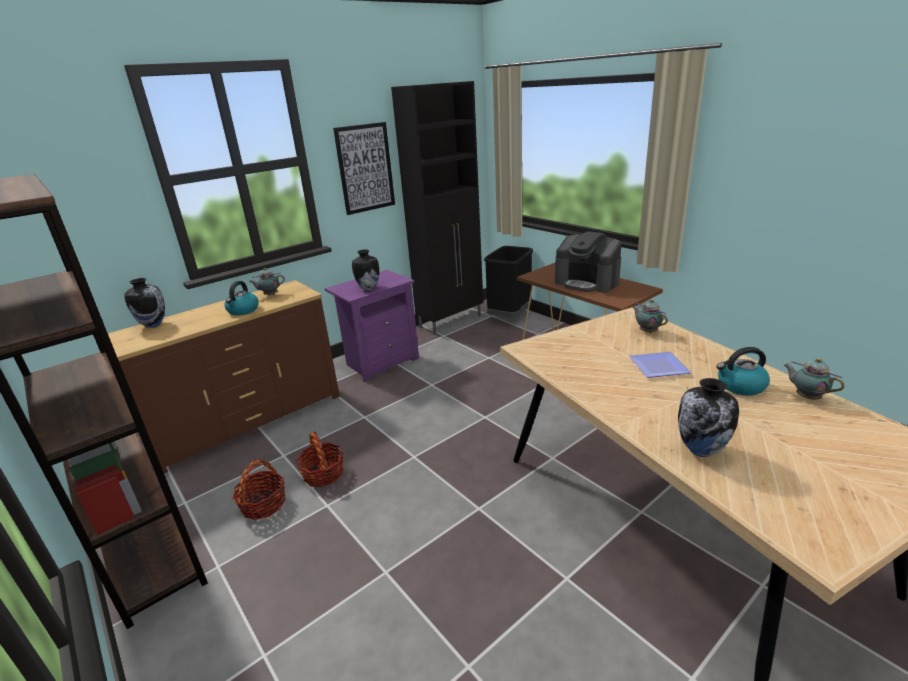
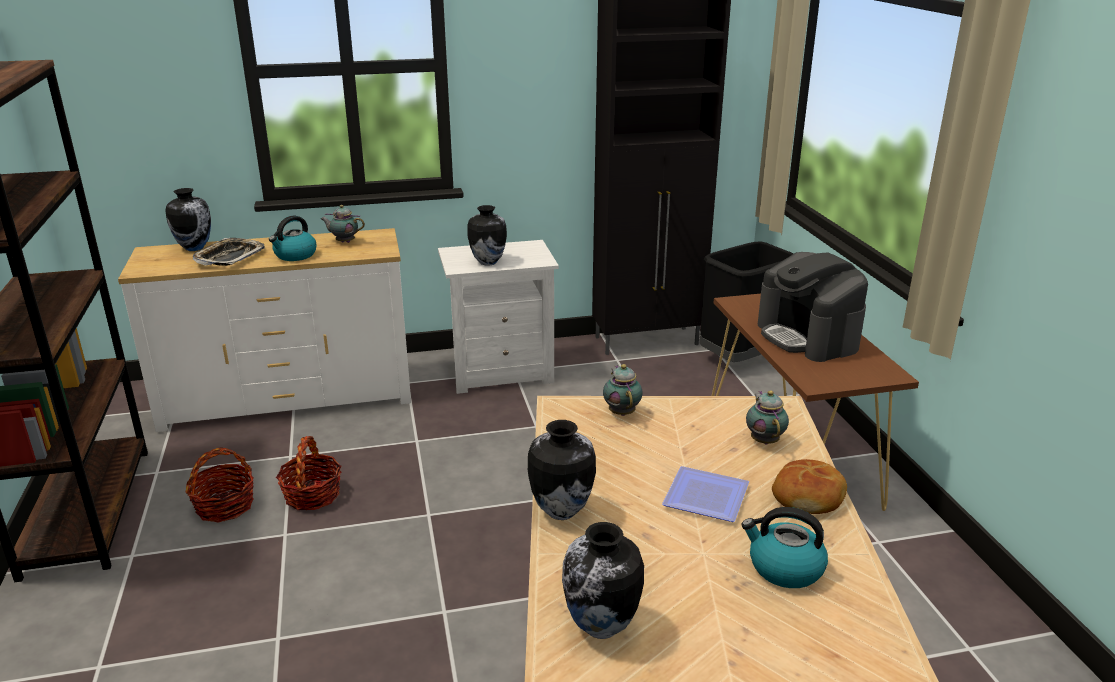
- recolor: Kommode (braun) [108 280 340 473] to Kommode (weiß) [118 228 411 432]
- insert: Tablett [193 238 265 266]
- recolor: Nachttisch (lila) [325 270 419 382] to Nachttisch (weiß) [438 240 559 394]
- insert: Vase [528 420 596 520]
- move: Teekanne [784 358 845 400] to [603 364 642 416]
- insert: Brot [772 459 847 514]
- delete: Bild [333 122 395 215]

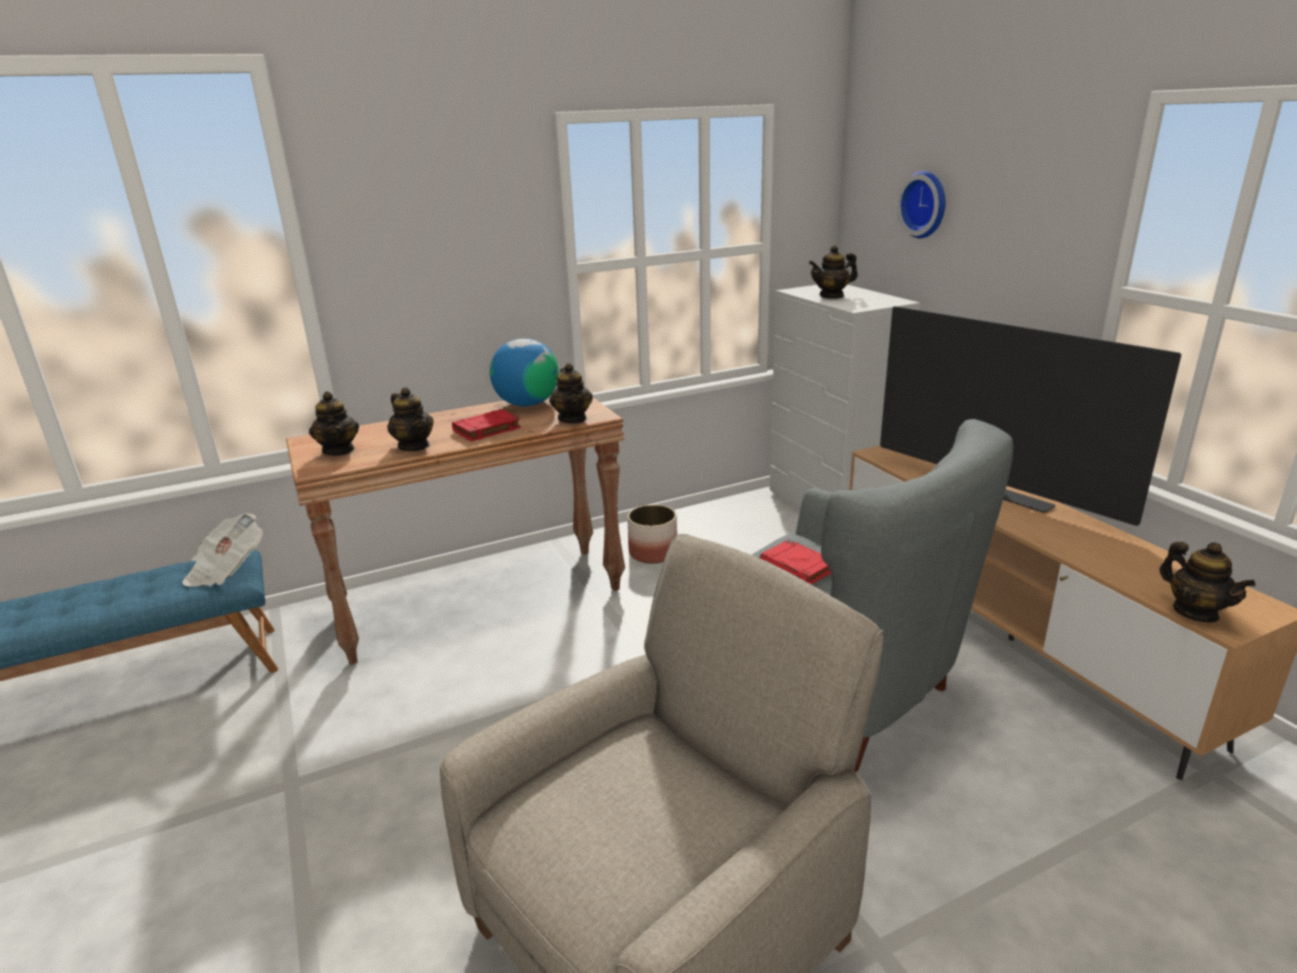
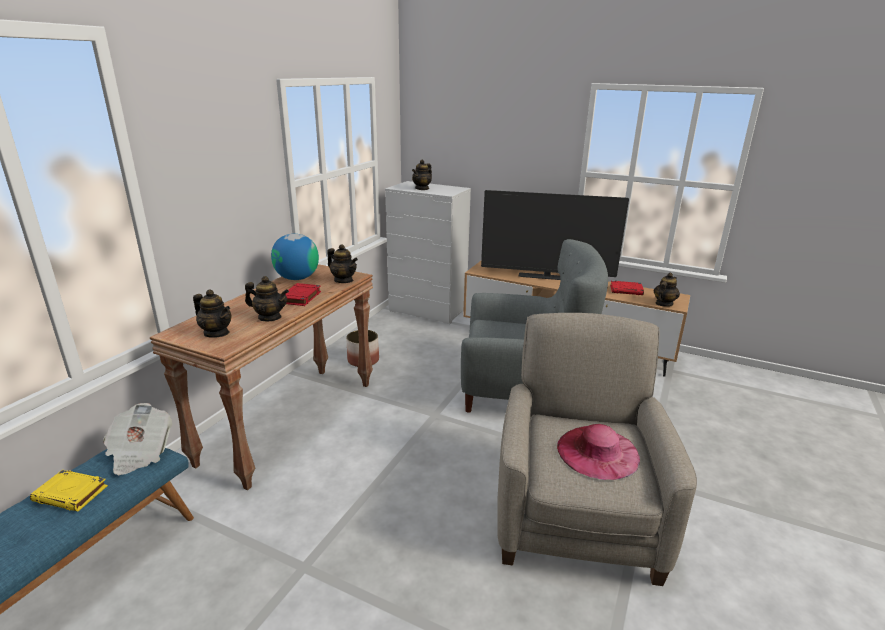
- insert: Buch (gelb) [30 470 108 511]
- insert: Hut (rosa) [557 424 640 480]
- move: Buch (rot) [760 539 831 584] to [610 281 644 295]
- rotate: Teekanne [1160 542 1256 623] = [654 273 680 307] 75 degrees counterclockwise
- delete: Wanduhr [897 171 945 238]

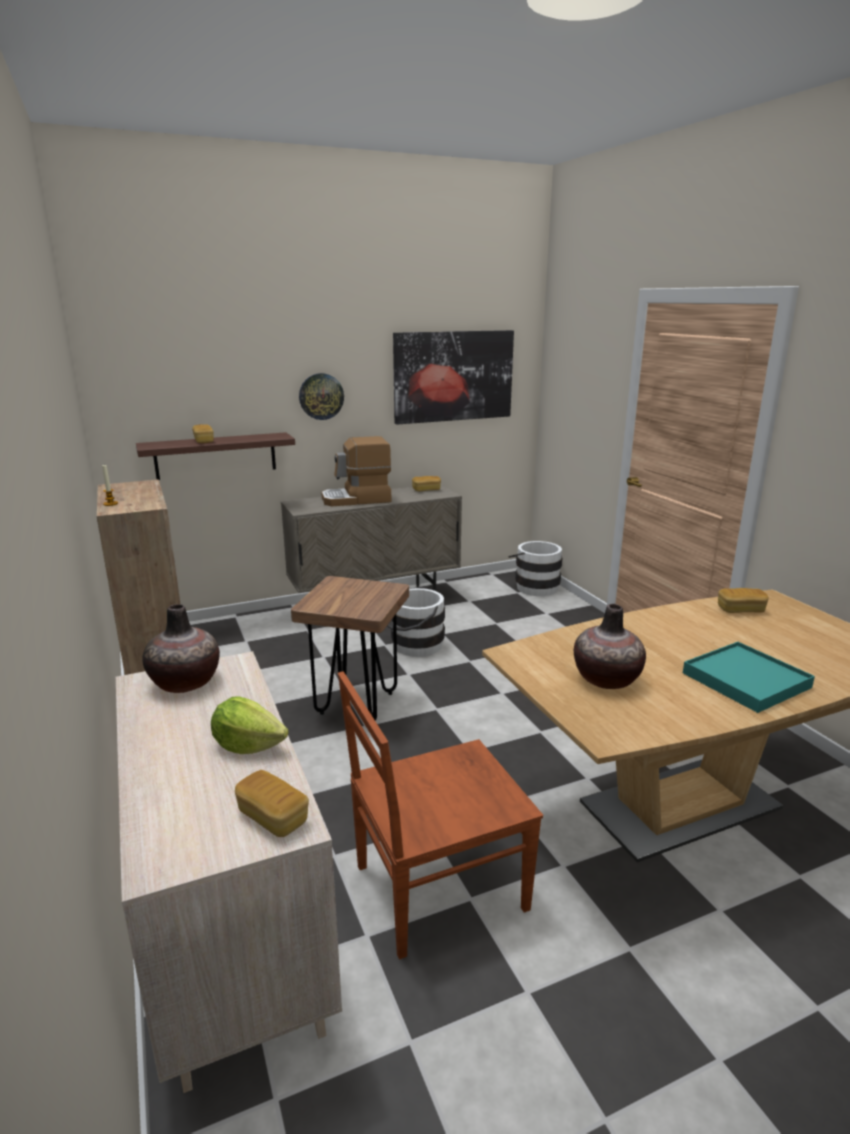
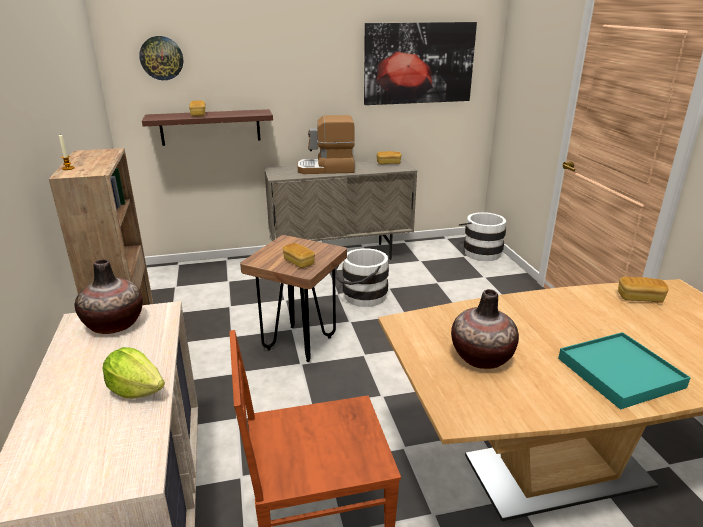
- move: Wanduhr [299 373 344 420] to [139 36 183 80]
- move: Brot [235 770 309 837] to [283 243 315 268]

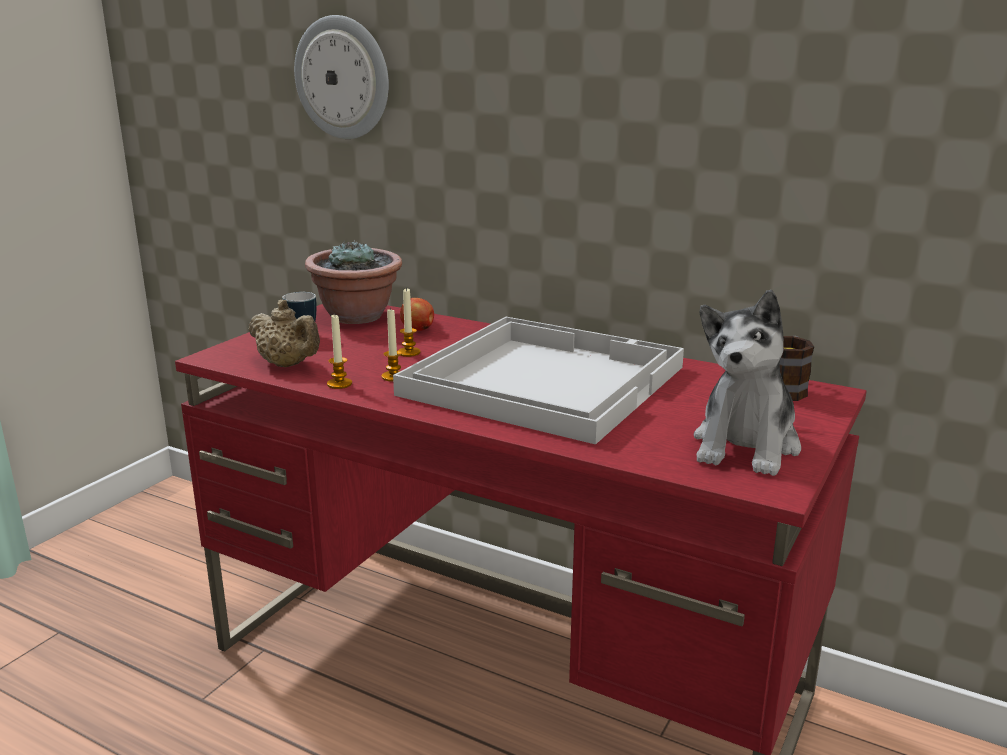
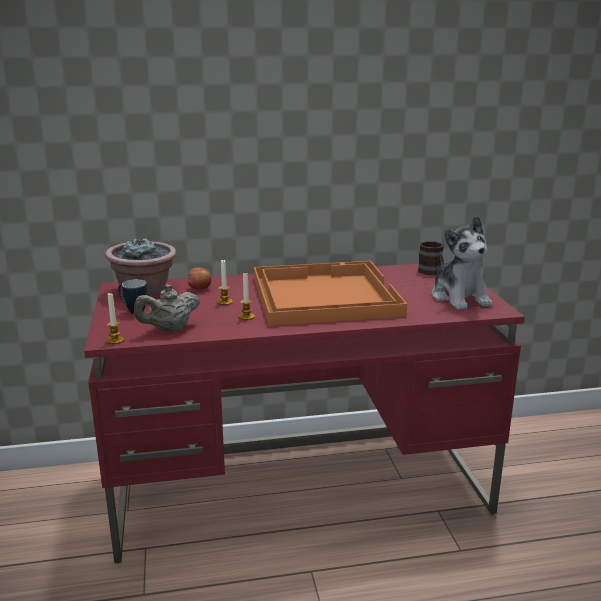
- move: Kerze [327 315 352 389] to [106 293 124 344]
- rotate: Teekanne (beige) [248 300 320 367] = [134 284 200 332] 150 degrees clockwise
- recolor: Tablett (weiß) [393 317 684 445] to Tablett (orange) [254 261 407 326]
- delete: Wanduhr [294 15 389 139]

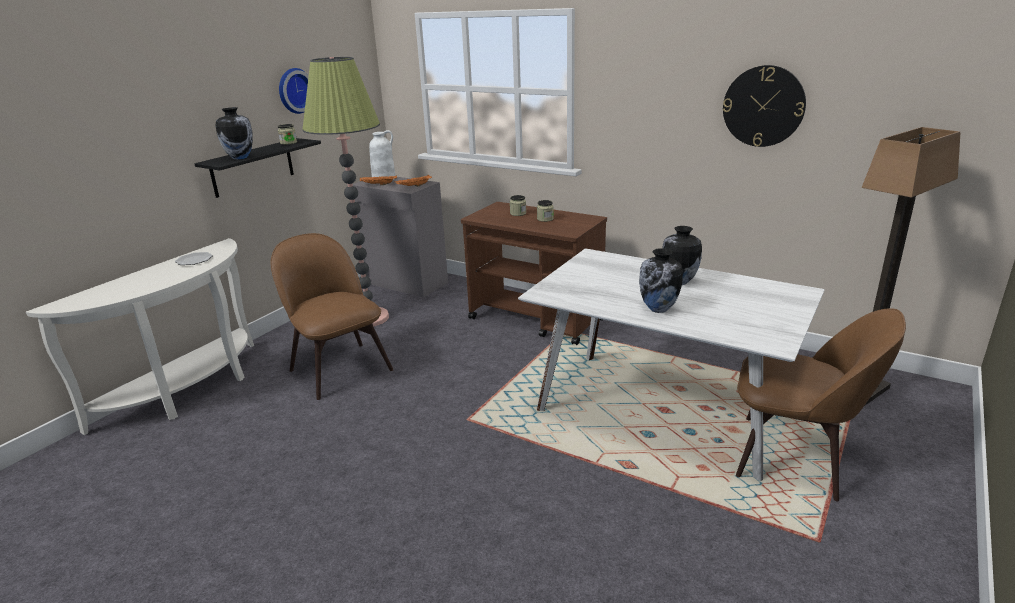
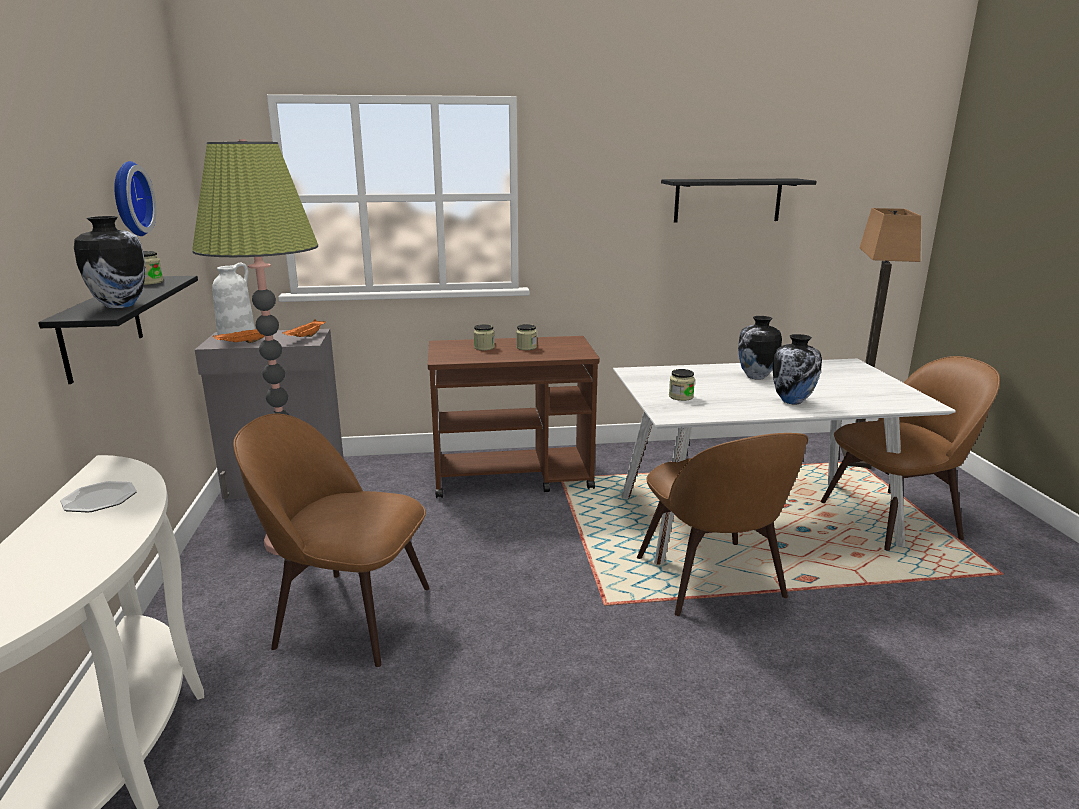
- insert: Stuhl (braun) [637 433 808 616]
- replace: Wanduhr [723 65 806 147] to Wandregal (schwarz) [661 178 816 223]
- insert: Vorratsglas [669 369 695 401]

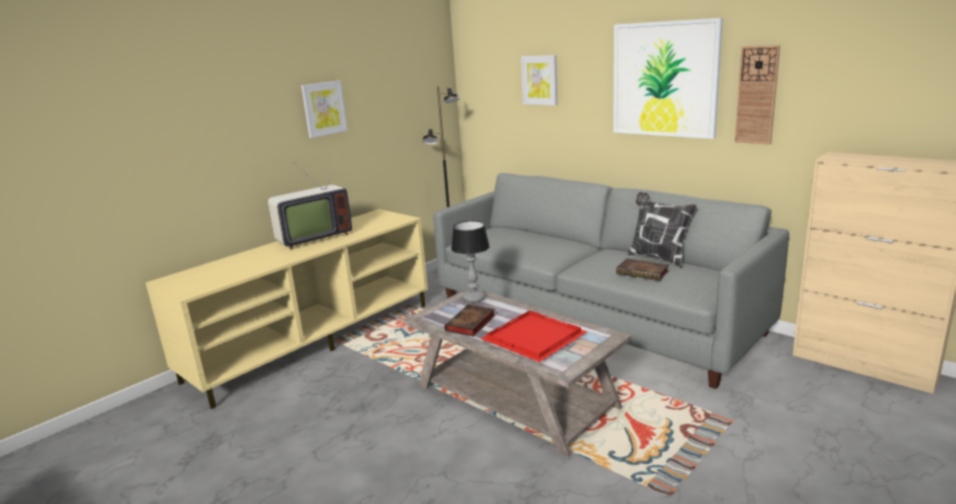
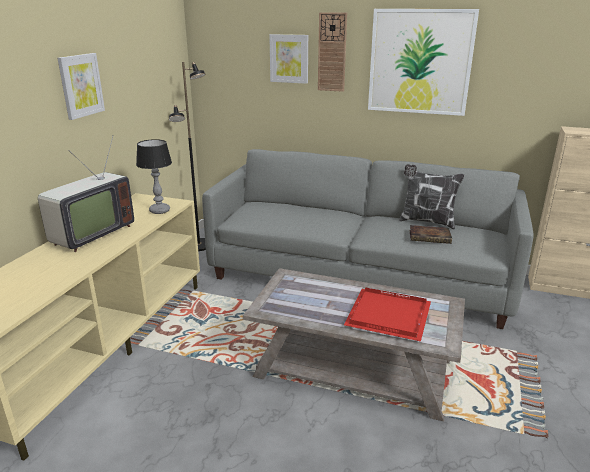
- move: Tischlampe [451 221 490 303] to [136 139 172 214]
- move: Wanduhr [735 45 780 145] to [318 12 347 92]
- delete: Buch [444 304 495 337]

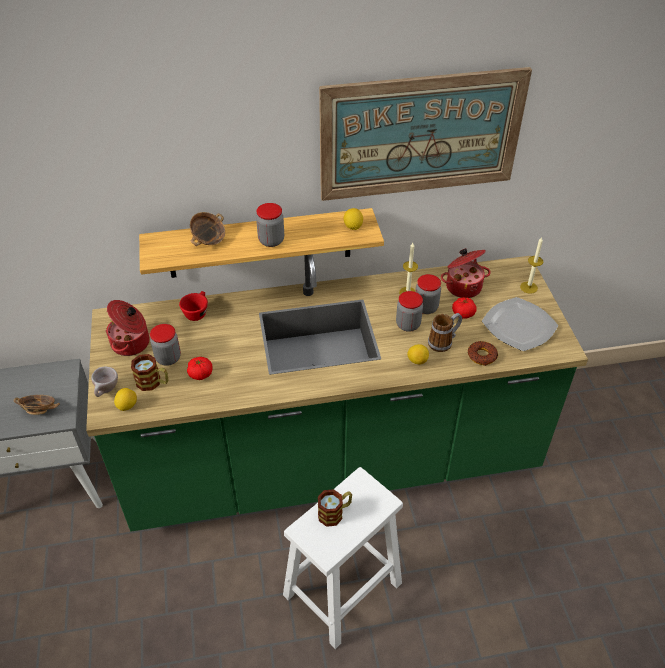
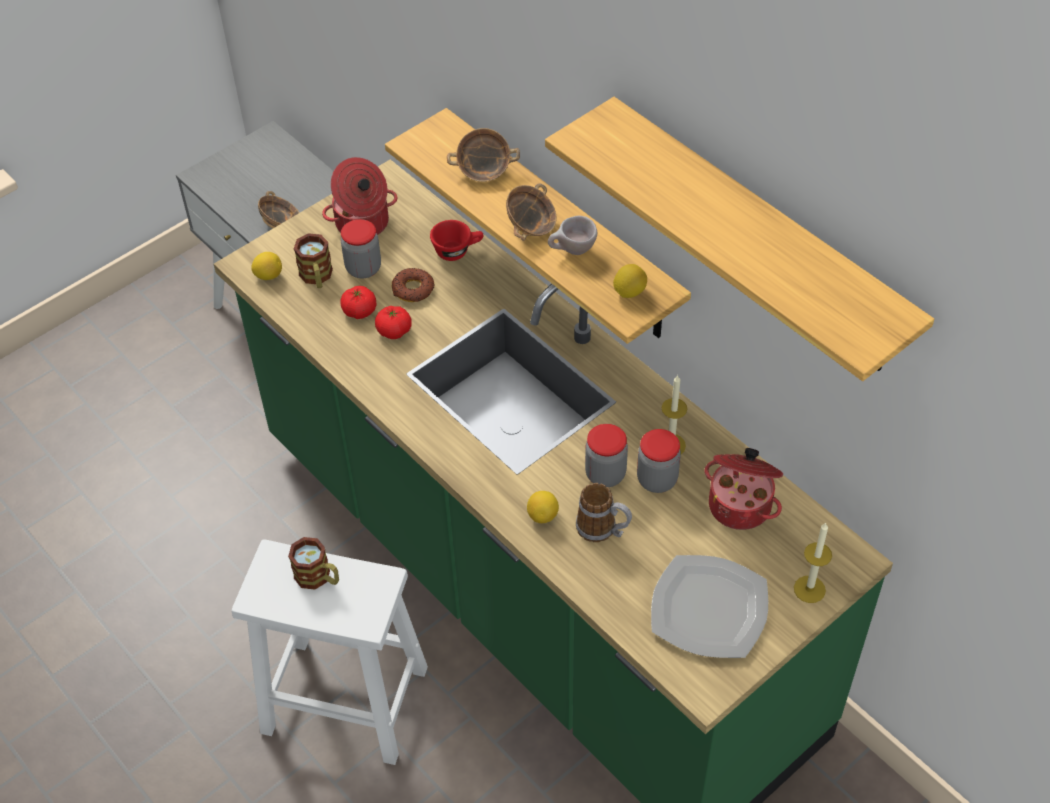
- move: Tomate [452 297 476 319] to [375 306 412 339]
- move: Donut [468 341 498 366] to [392 268 435 302]
- replace: Vorratsglas [256 203 284 247] to Schüssel [506 183 557 241]
- replace: Bild [319 67 532 201] to Wandregal [545 97 934 381]
- move: Tasse (beige) [91 366 118 397] to [548 216 597 255]

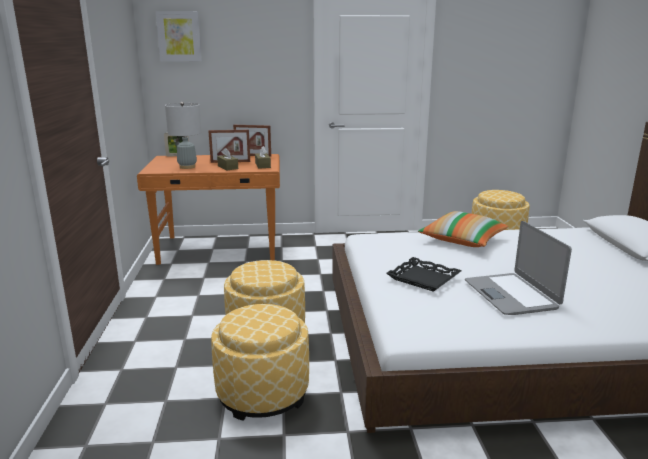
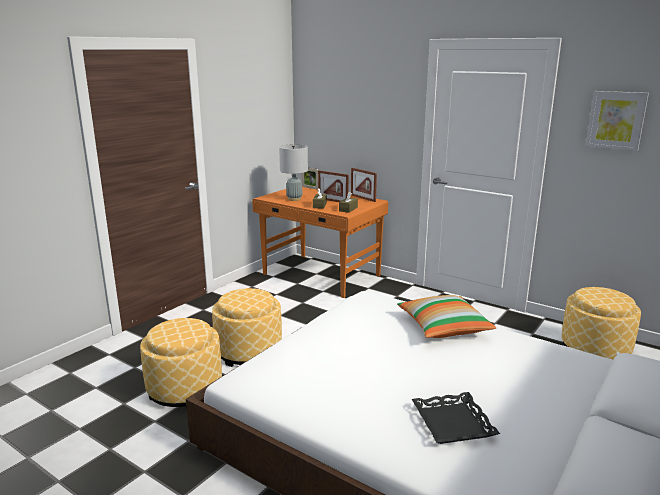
- move: Tablett (schwarz) [386 257 461 292] to [412 392 500 444]
- move: Bild [156 11 202 62] to [586 91 649 151]
- delete: Laptop [465 221 572 315]

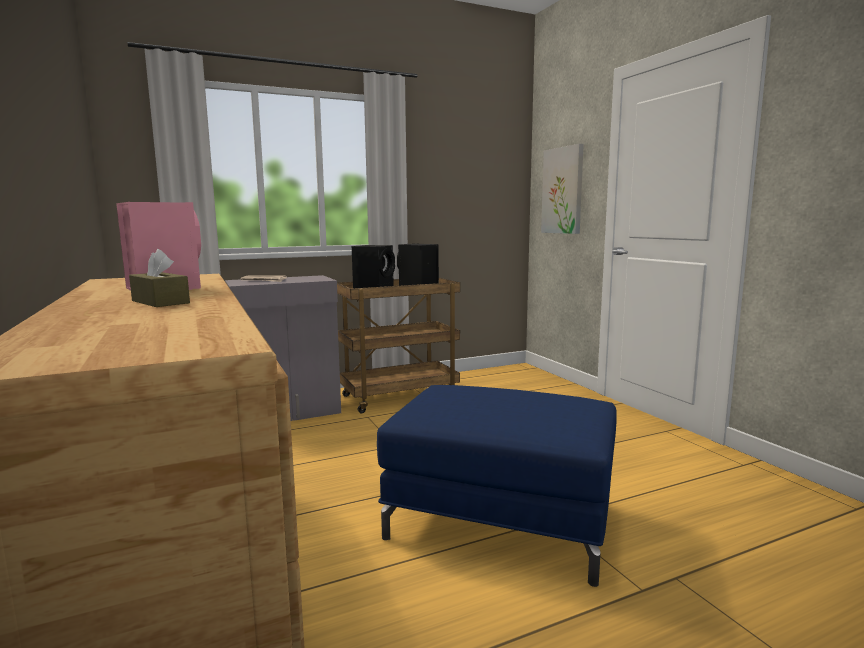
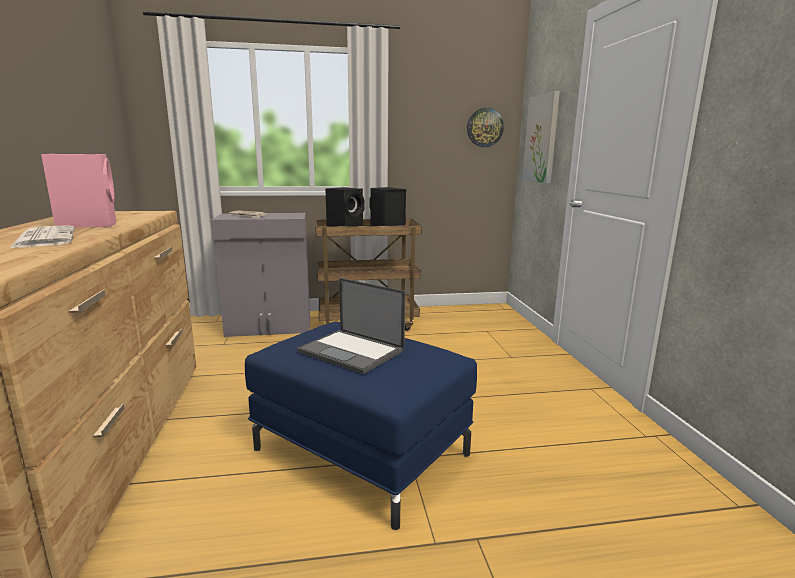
- replace: Taschentuchbox (braun) [129 249 190 307] to Zeitung [9 225 74 249]
- insert: Laptop [297 278 405 375]
- insert: Wanduhr [467 108 504 147]

